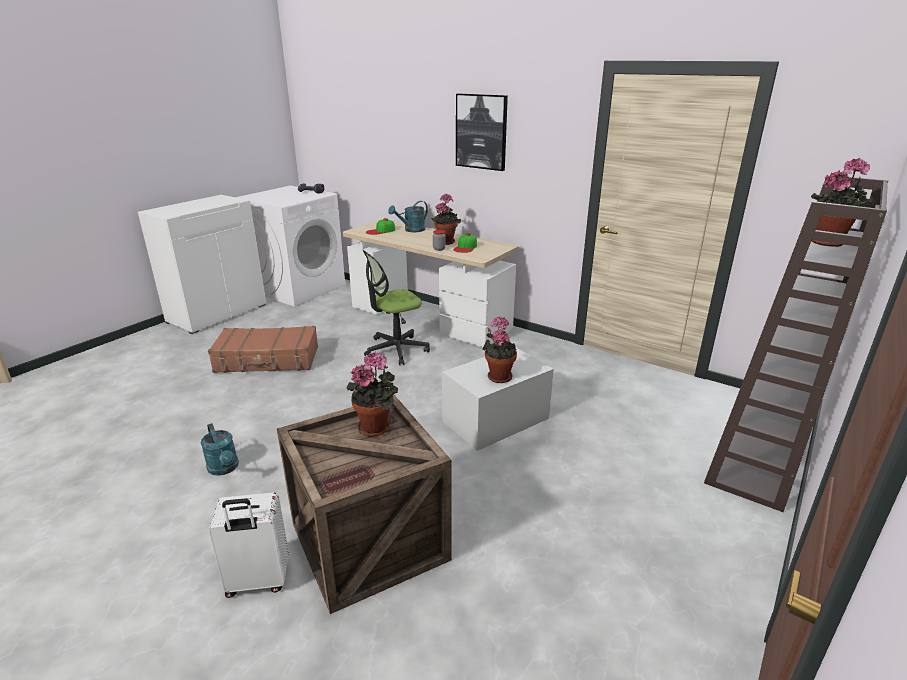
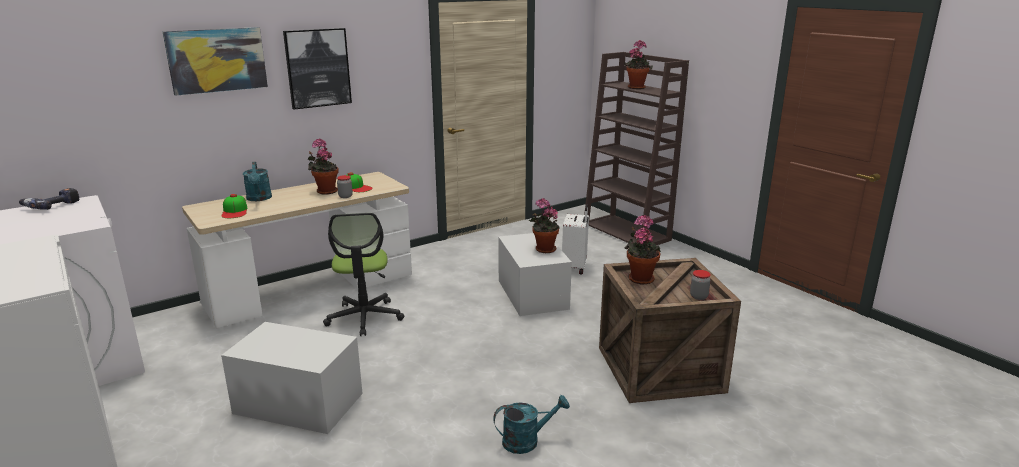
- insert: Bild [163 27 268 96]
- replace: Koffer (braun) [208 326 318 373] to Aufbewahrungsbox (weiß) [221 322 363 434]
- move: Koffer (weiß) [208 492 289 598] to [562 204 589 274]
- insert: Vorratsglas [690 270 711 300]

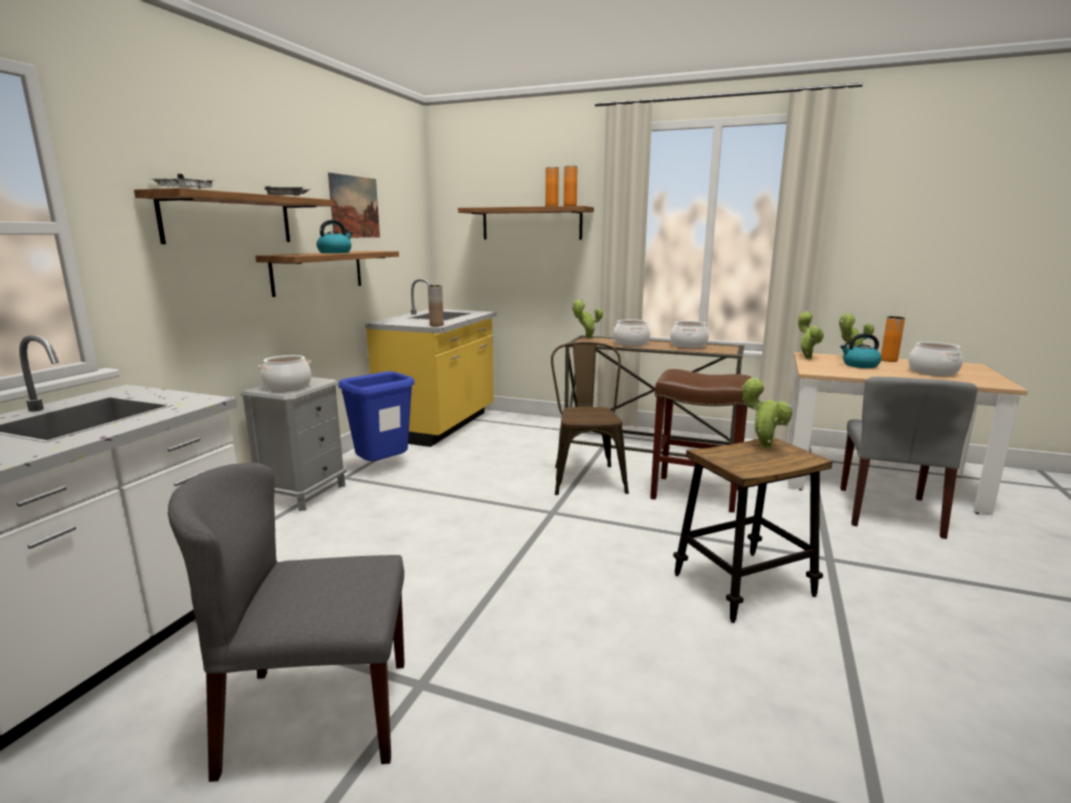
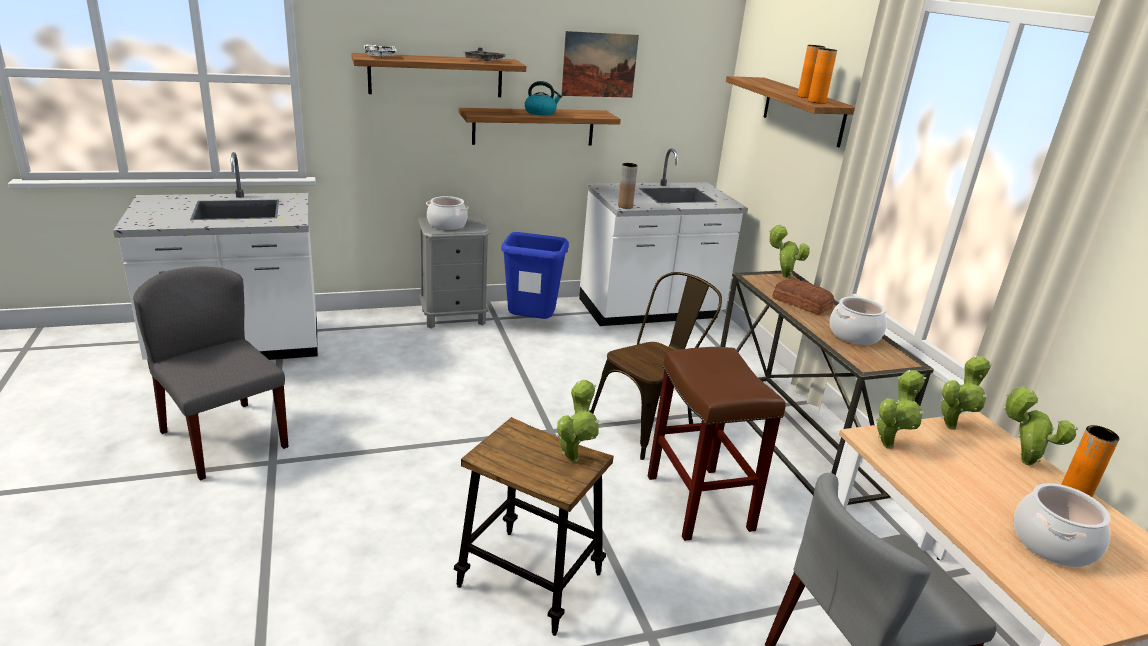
- recolor: Küchenzeile (gelb) [365 279 497 447] to Küchenzeile (weiß) [579 148 748 326]
- replace: Kochtopf [613 319 650 346] to Brot [772 279 834 315]
- insert: Topfpflanze [875 370 926 449]
- delete: Wasserkessel [840 333 882 368]

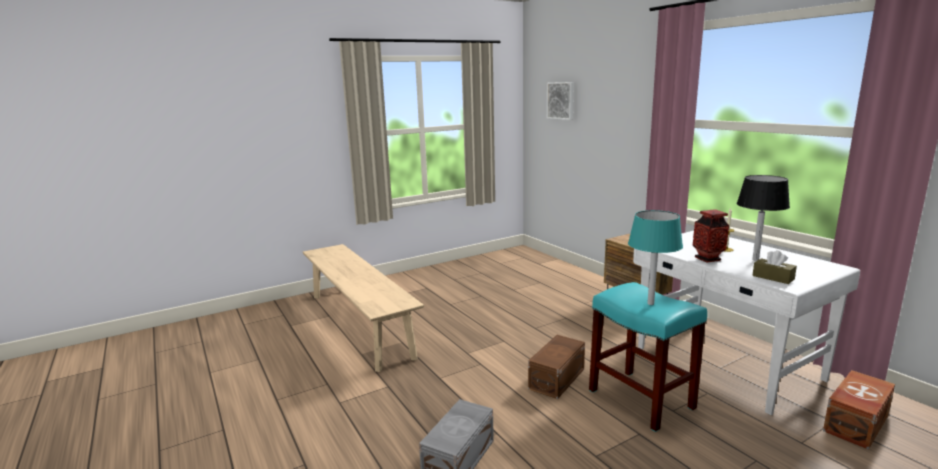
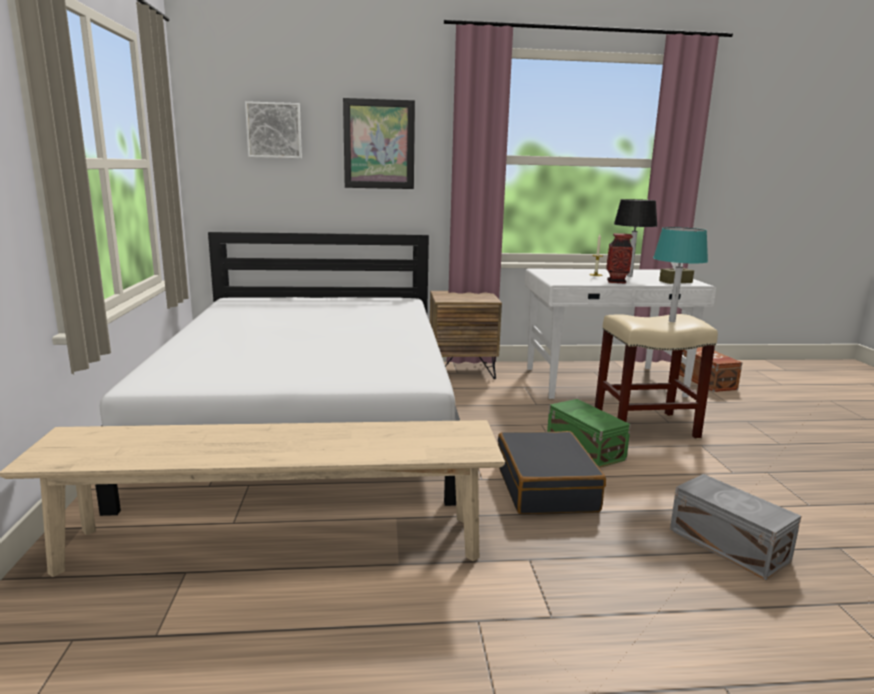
- insert: Bett (weiß) [95 232 460 516]
- insert: Bild [343 98 415 189]
- insert: Koffer (schwarz) [498 431 606 514]
- recolor: Aufbewahrungsbox (braun) [528 335 585 399] to Aufbewahrungsbox (grün) [547 399 631 468]
- recolor: Hocker (türkis) [589 282 707 432] to Hocker (beige) [595 314 718 439]

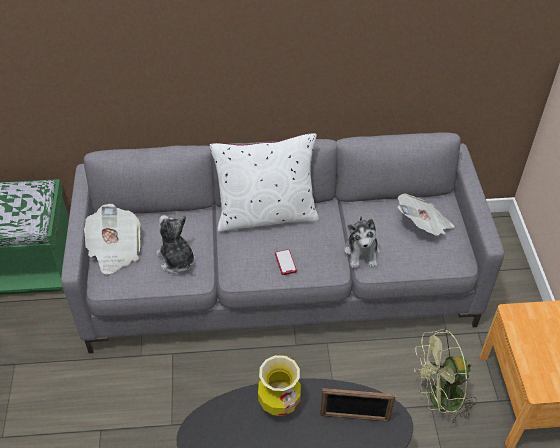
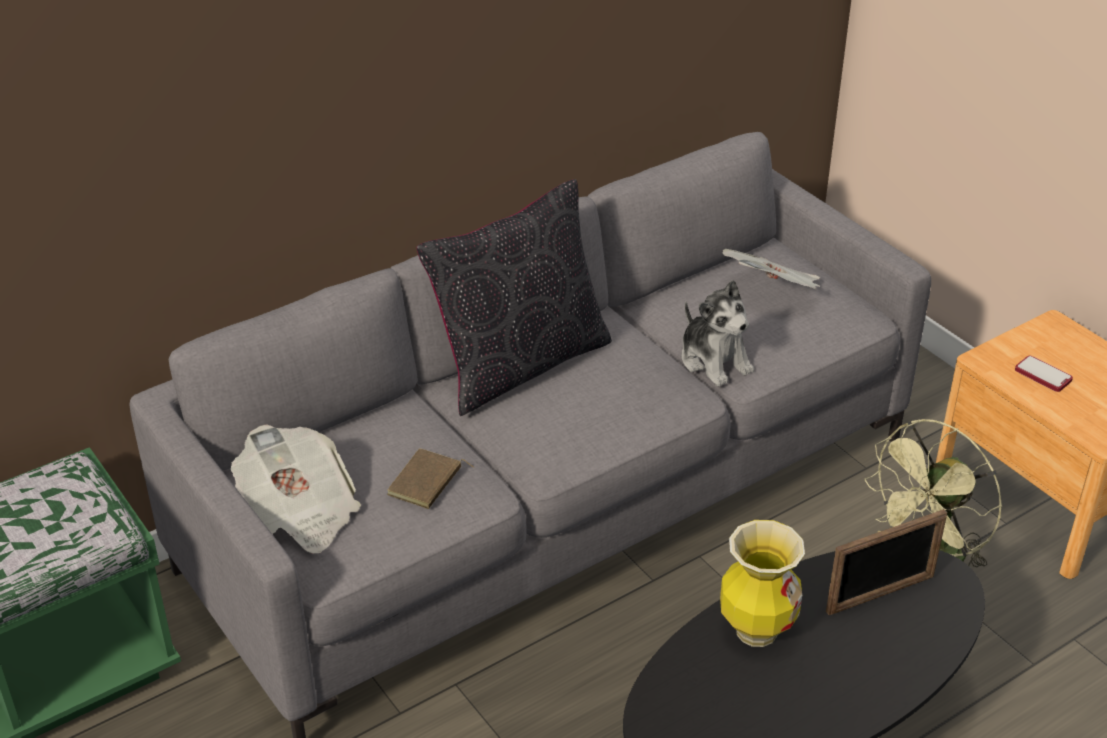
- replace: Plüschtier [156 215 196 274] to Buch (braun) [387 448 474 509]
- recolor: Kissen (weiß) [210 133 319 232] to Kissen (schwarz) [417 179 612 416]
- move: Handy [275 249 297 275] to [1015 356 1073 392]

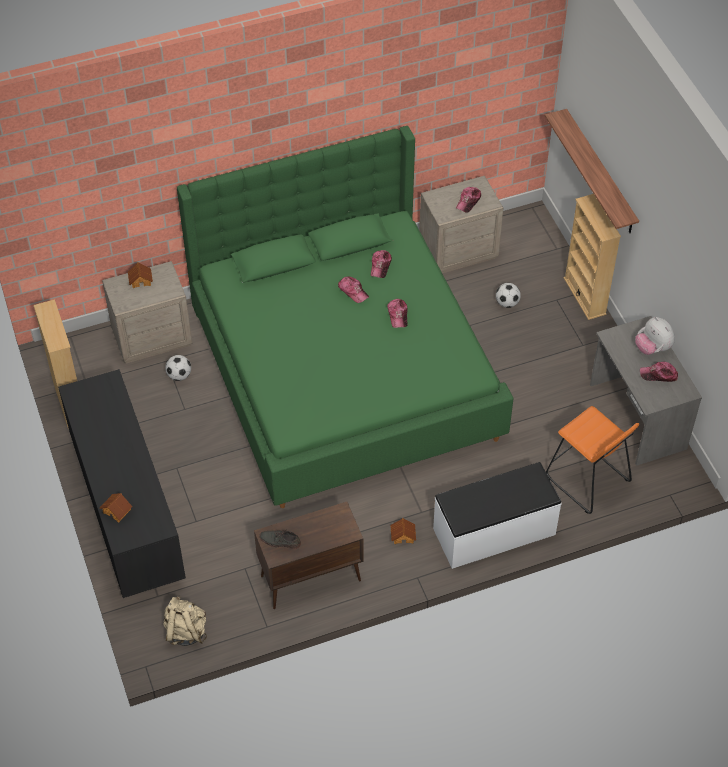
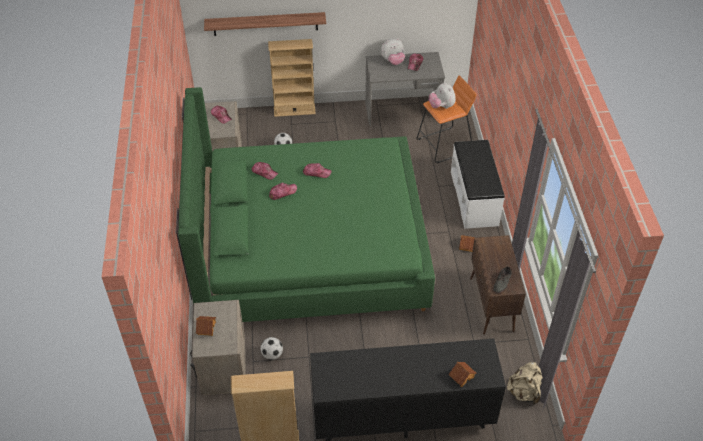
- insert: Plüschtier [429 82 456 109]

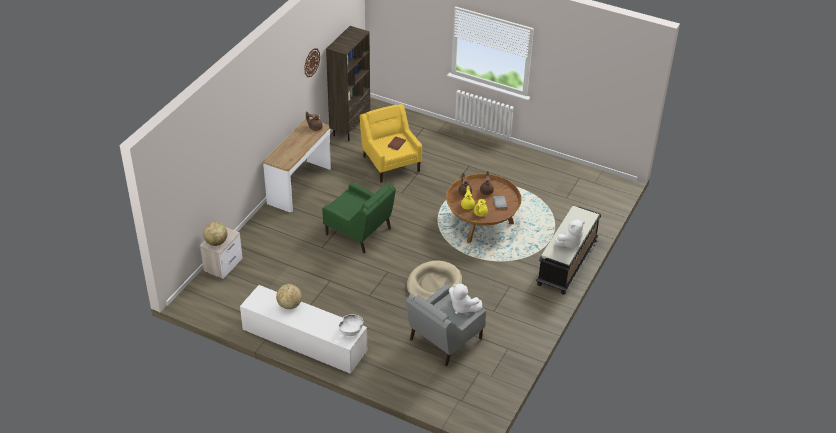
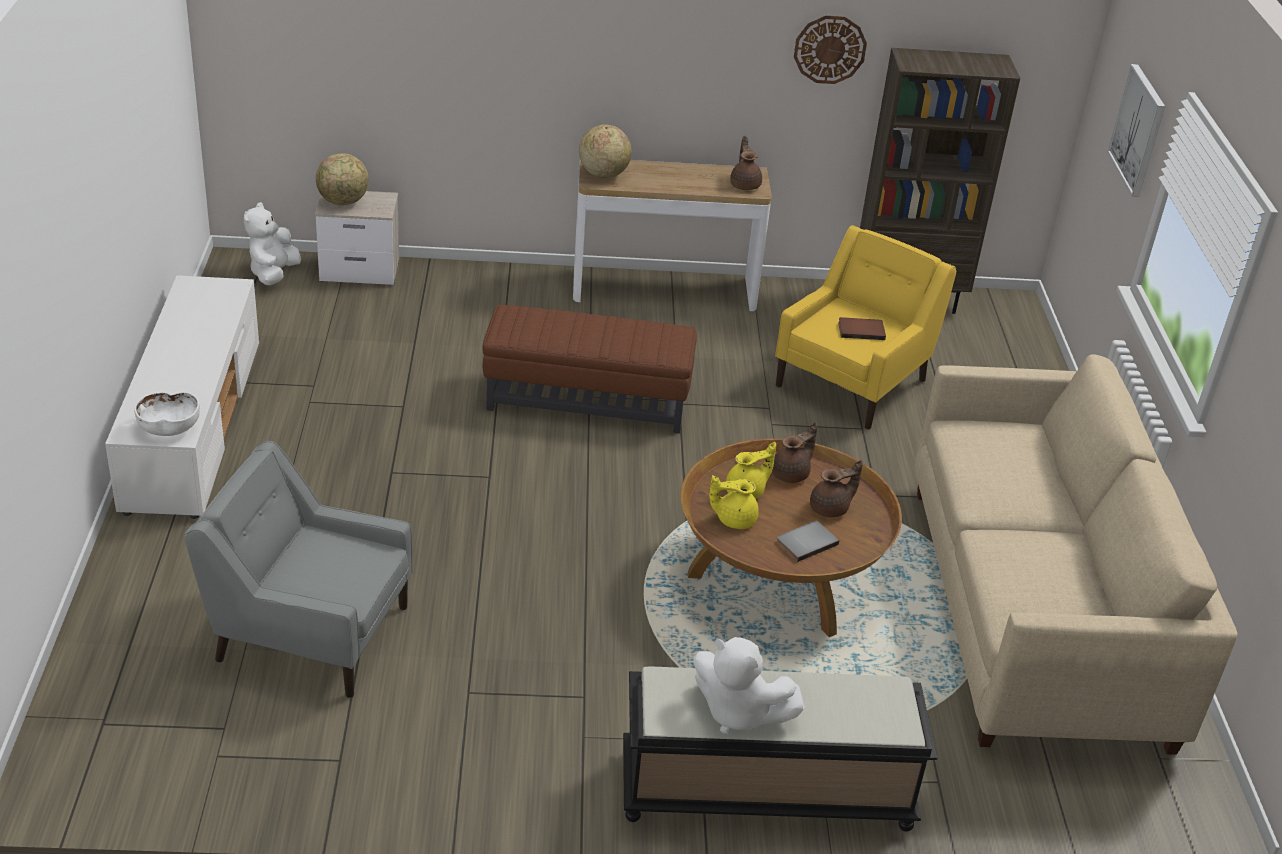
- move: Plüschtier (weiß) [449 283 482 314] to [244 202 301 285]
- replace: Sessel (grün) [323 182 396 253] to Polsterhocker (braun) [482 305 697 434]
- move: Globus [276 284 302 309] to [579 124 632 178]
- insert: Sofa (beige) [914 354 1238 755]
- insert: Bild [1107 64 1165 197]
- delete: Hundebett (beige) [407 260 462 300]

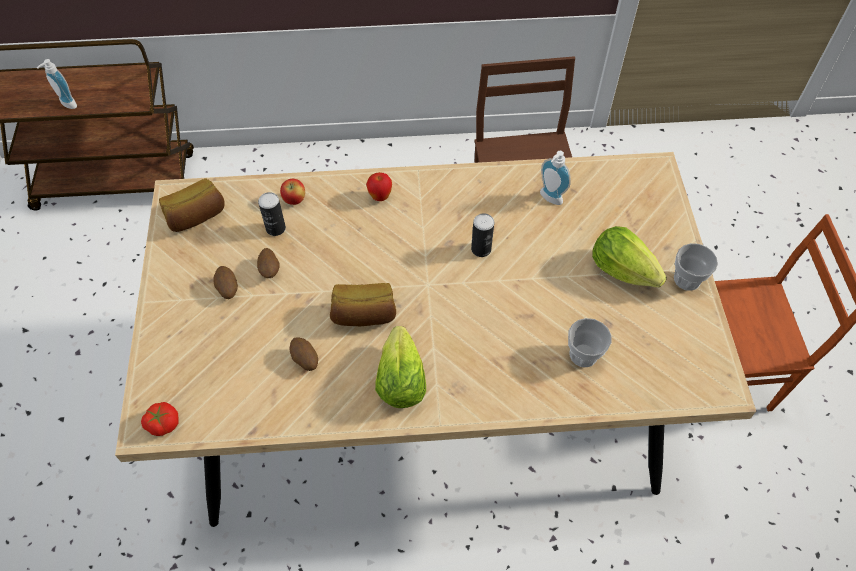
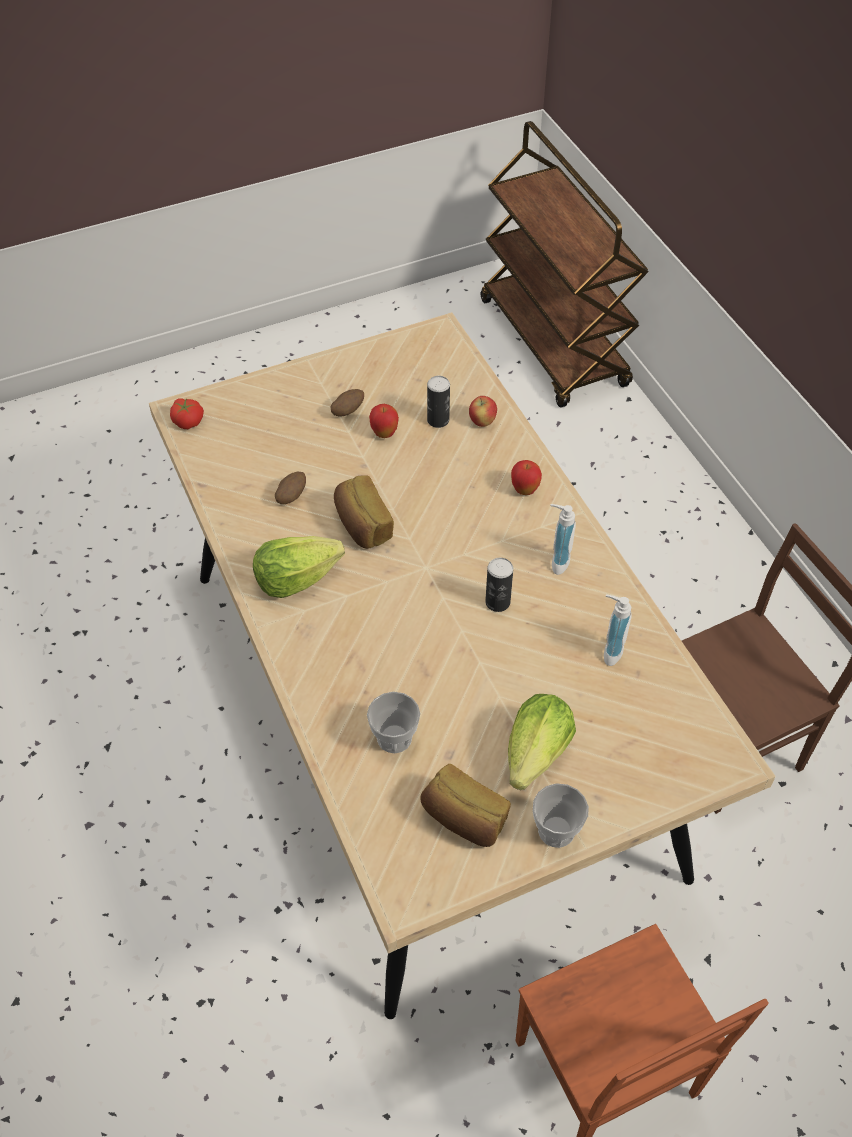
- replace: Kartoffel [257 248 280 278] to Apfel [369 404 399 438]
- move: Brot [159 178 225 232] to [420 764 511 847]
- move: Seifenspender [37 59 77 109] to [550 504 576 575]

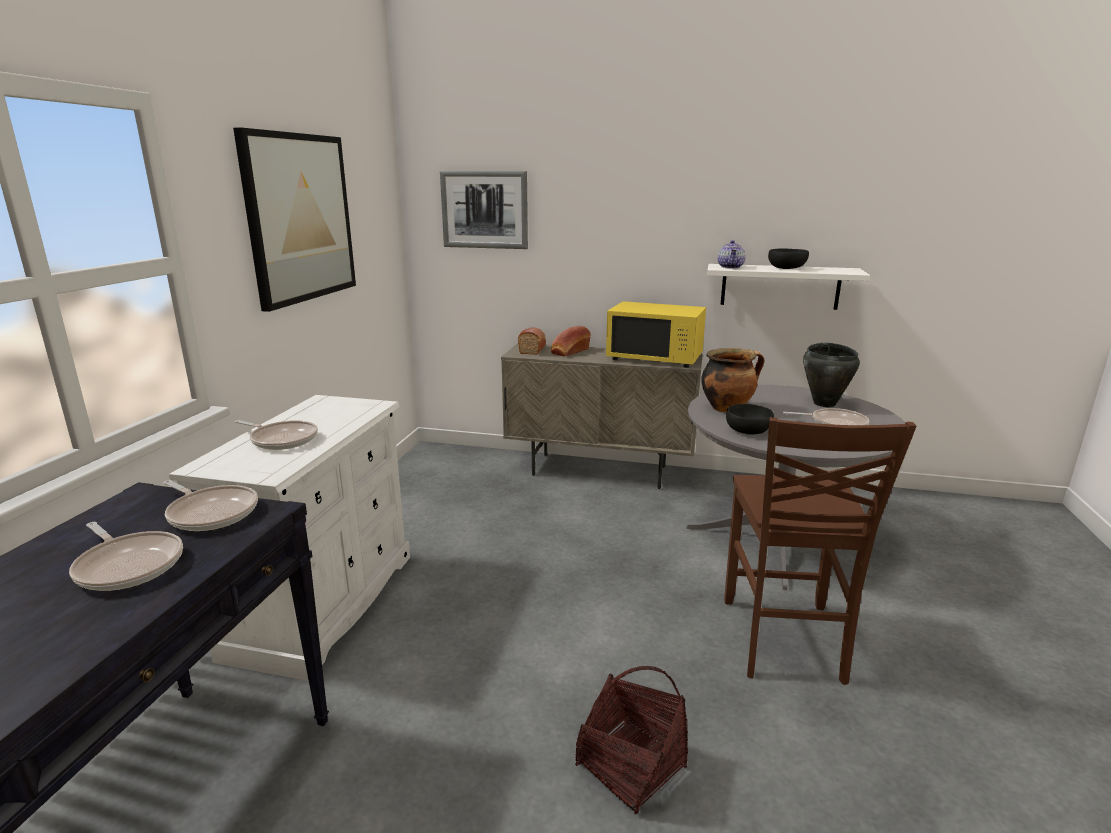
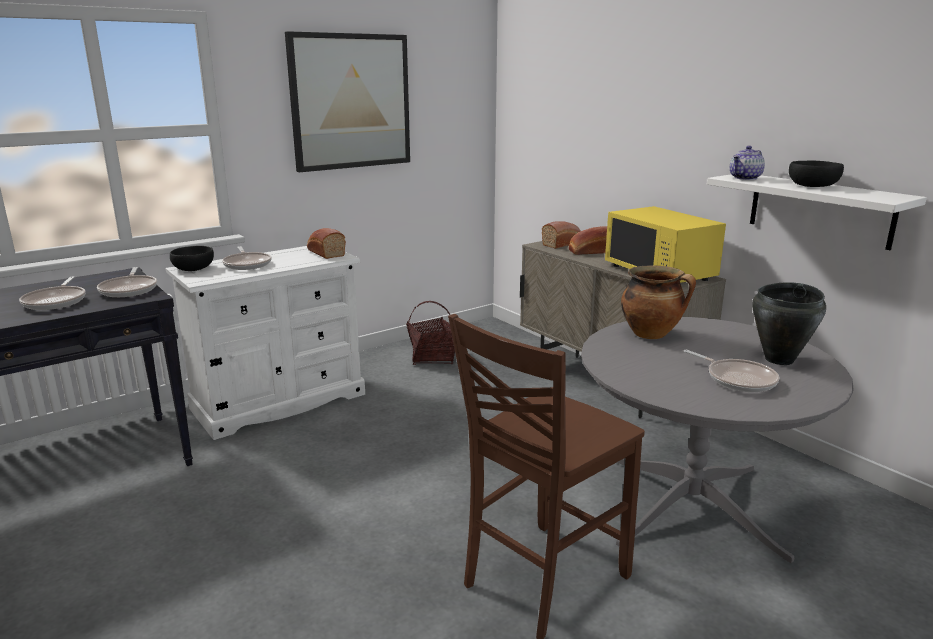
- move: Schüssel (schwarz) [726 404 774 435] to [170 246 214 271]
- insert: Brot [307 228 346 259]
- move: Korb [575 666 688 814] to [407 301 455 365]
- delete: Bild [440 171 528 249]

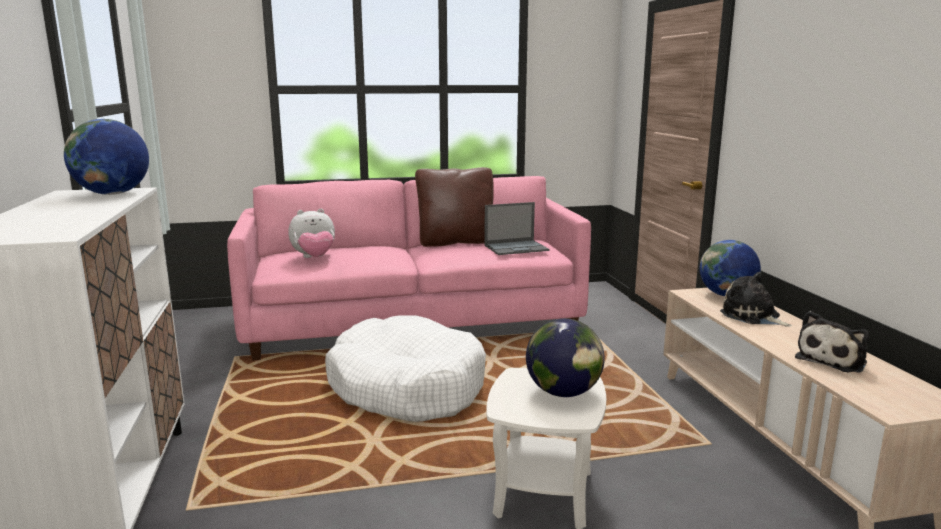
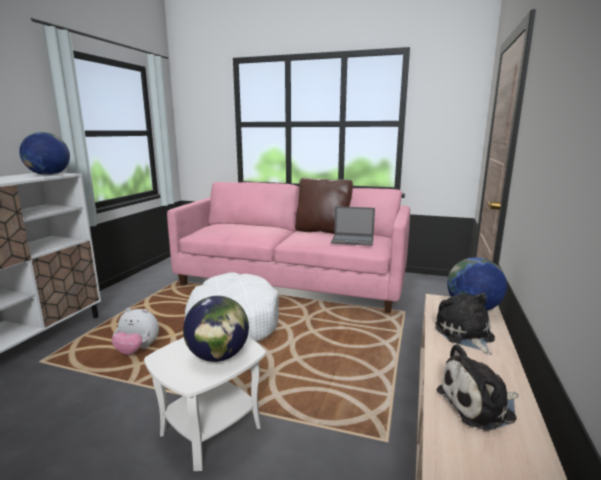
- move: Plüschtier [288 208 335 258] to [112 308 159 355]

